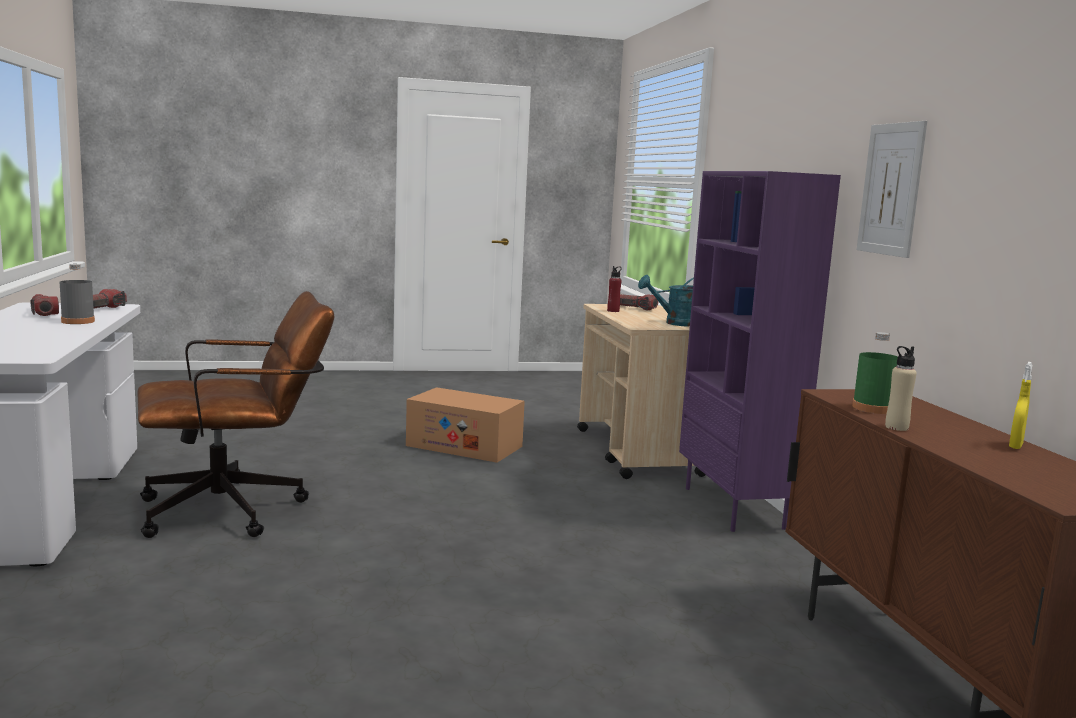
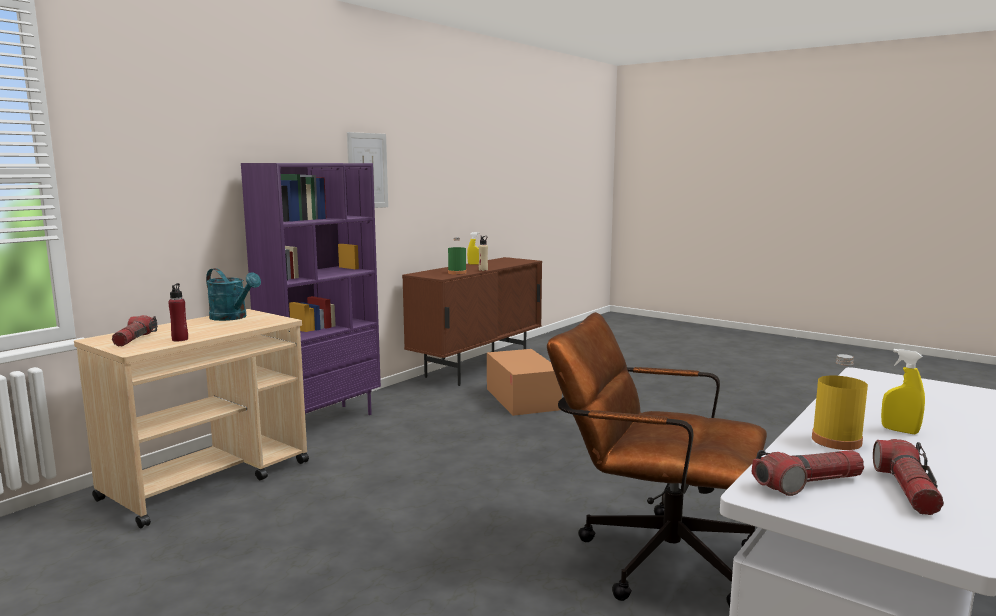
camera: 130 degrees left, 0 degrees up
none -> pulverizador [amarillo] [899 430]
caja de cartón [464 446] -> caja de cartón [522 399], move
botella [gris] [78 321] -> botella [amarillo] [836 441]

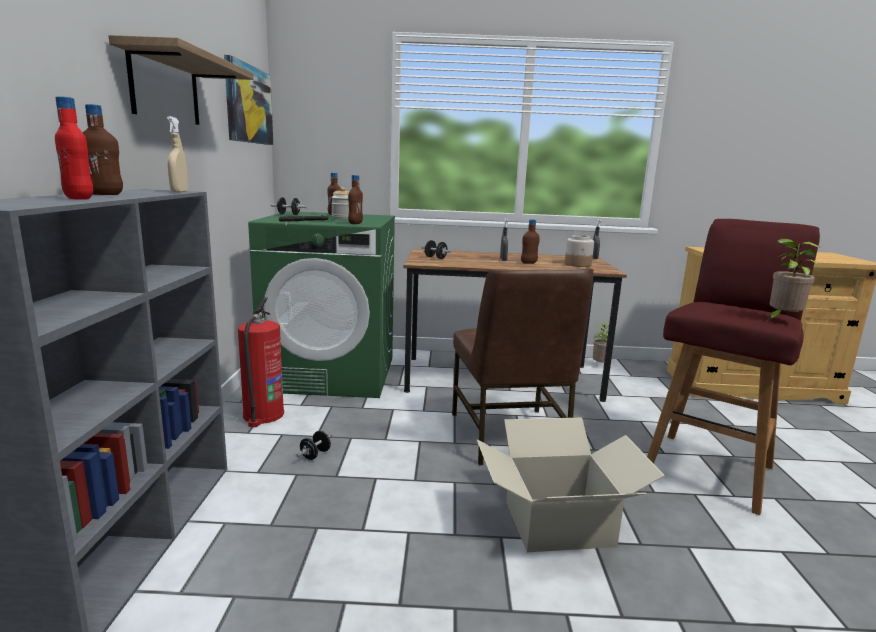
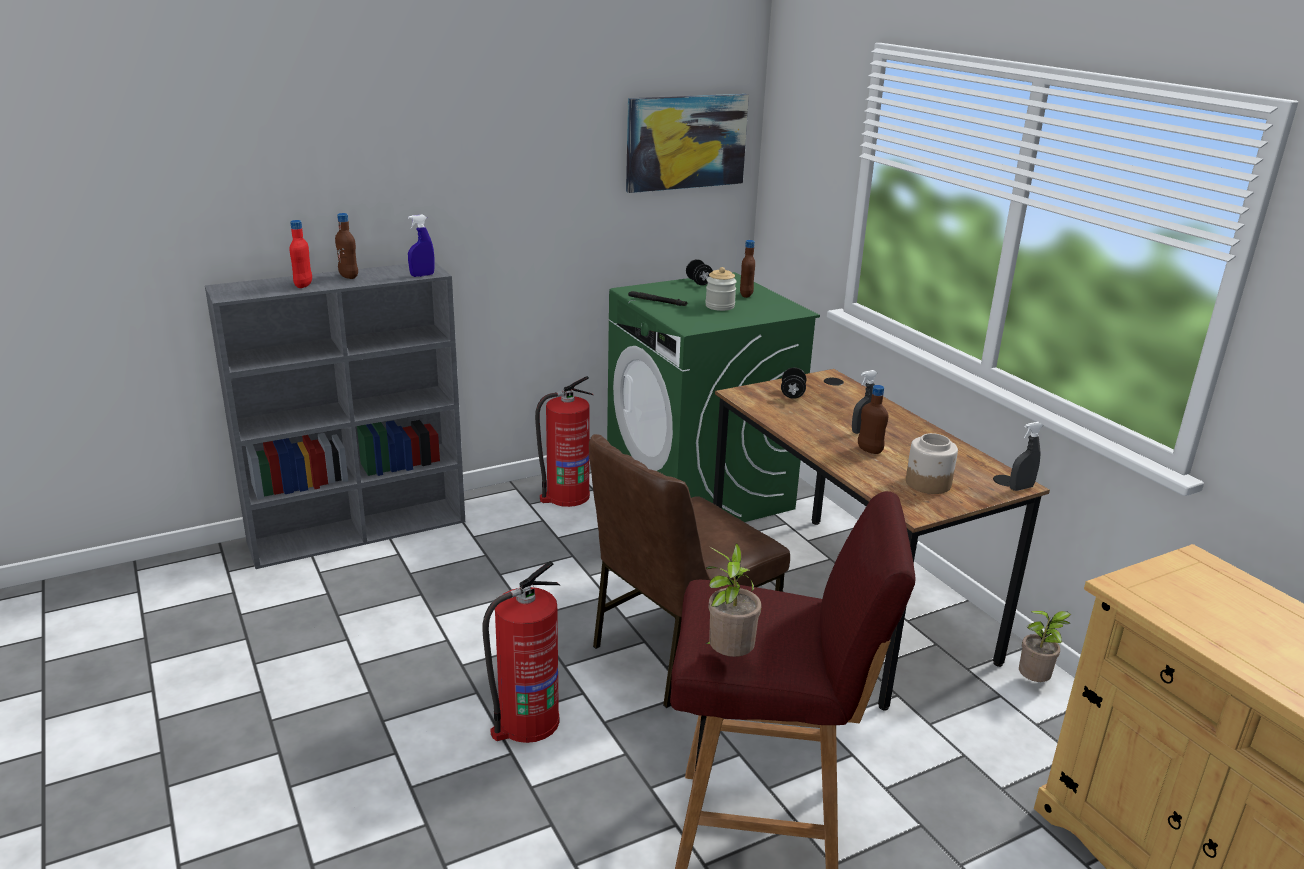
camera: 60 degrees right, 10 degrees up
estante [165 88] -> none
mancuerna [negro] [315 455] -> none
botella [marrón] [355 223] -> none
caja de cartón [557 522] -> extintor [526 722]
pulverizador [beis] [179 192] -> pulverizador [azul] [422 275]

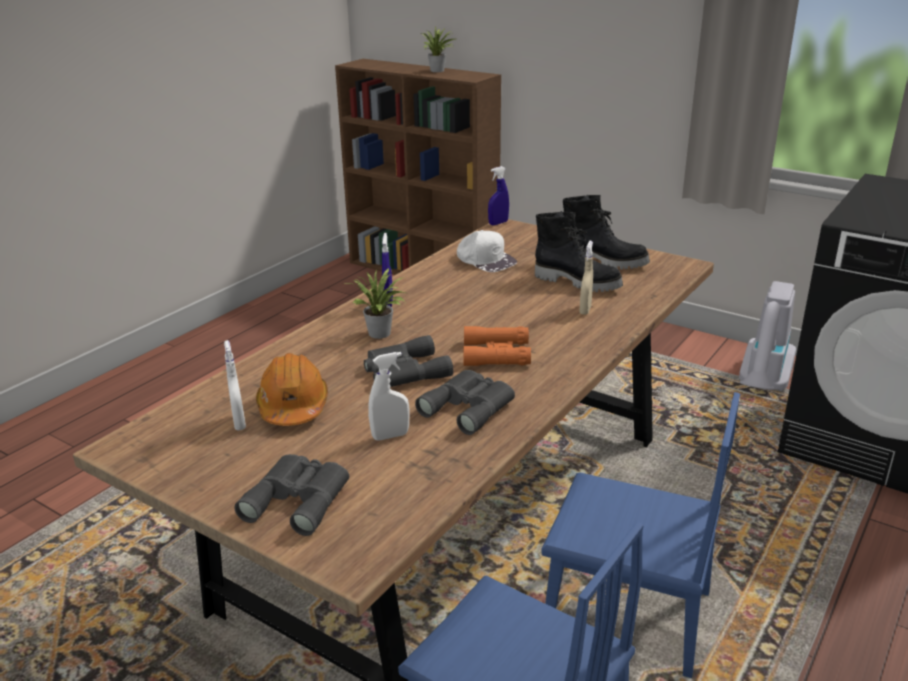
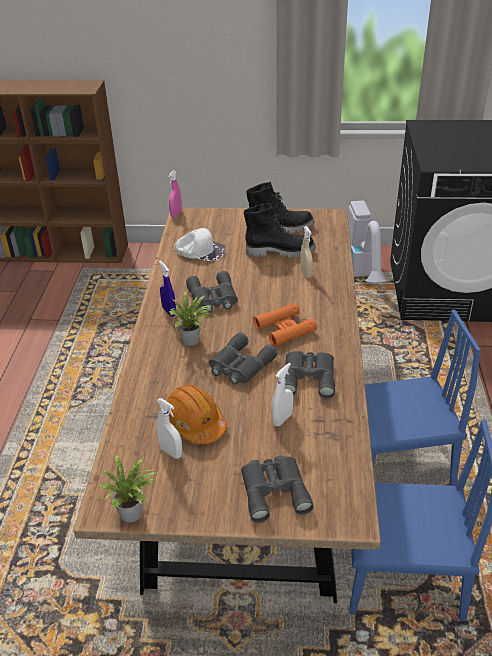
camera: 30 degrees left, 10 degrees up
none -> prismáticos [gris] [213 298]
planta en maceta [438 71] -> planta en maceta [134 514], move
pulverizador [azul] [498 223] -> pulverizador [rosa] [176 214]

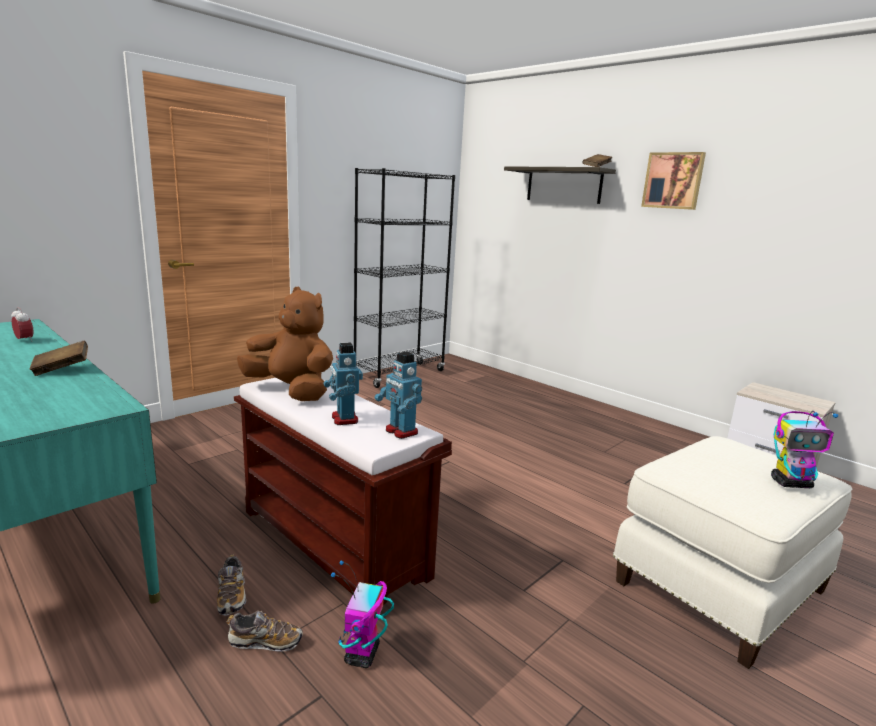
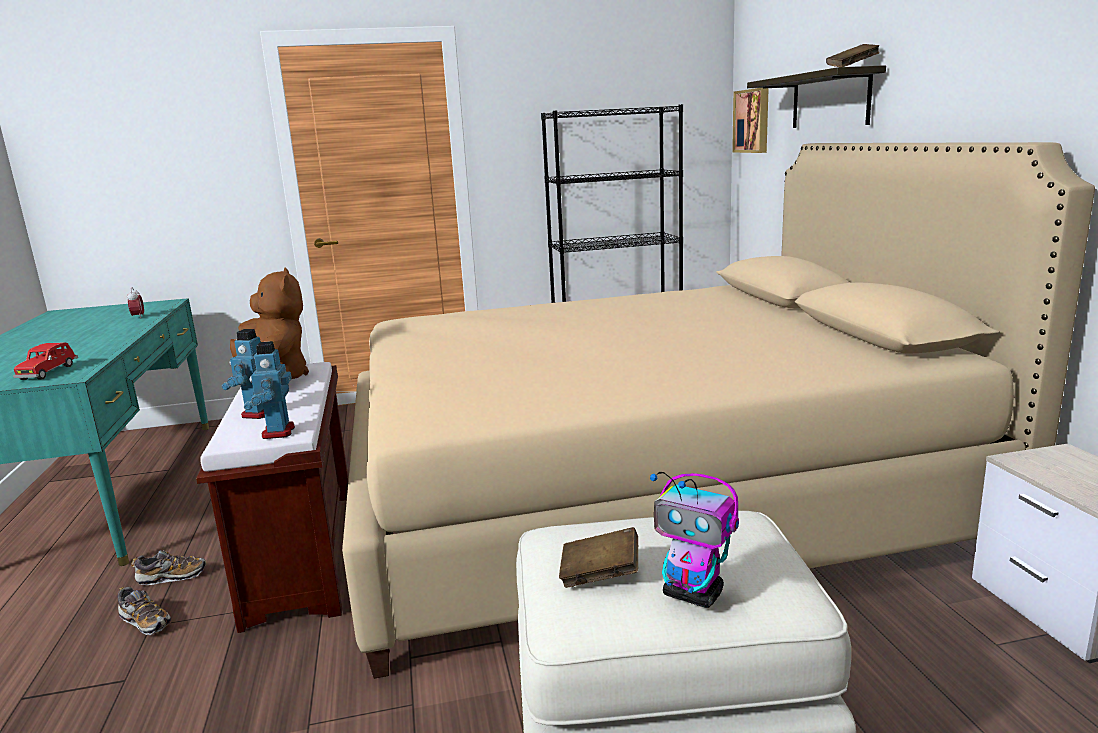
camera: 35 degrees right, 0 degrees up
robot de juguete [362 655] -> none
none -> coche de juguete [rojo] [48 372]
none -> cama [beis] [645 501]
libro [marrón] [62 370] -> libro [marrón] [600 575], move
cuadro [673 180] -> cuadro [753 121], move
zapato [232 596] -> zapato [172 577], 120 degrees counterclockwise

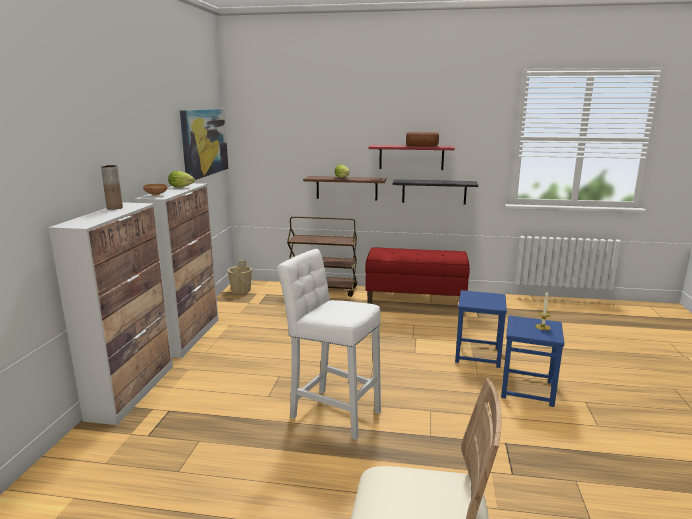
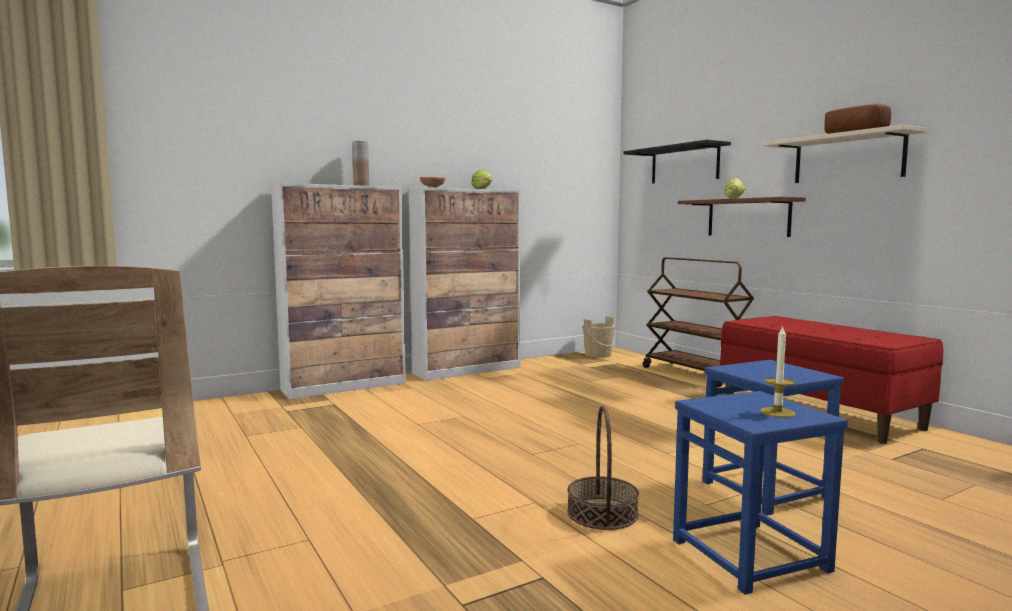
camera: 50 degrees right, 10 degrees down
cuadro [204 142] -> none
taburete [blanco] [332 412] -> none
none -> cesta [602 513]
estante [negro] [434 191] -> estante [negro] [684 164], move
estante [rojo] [411 157] -> estante [beis] [848 158]

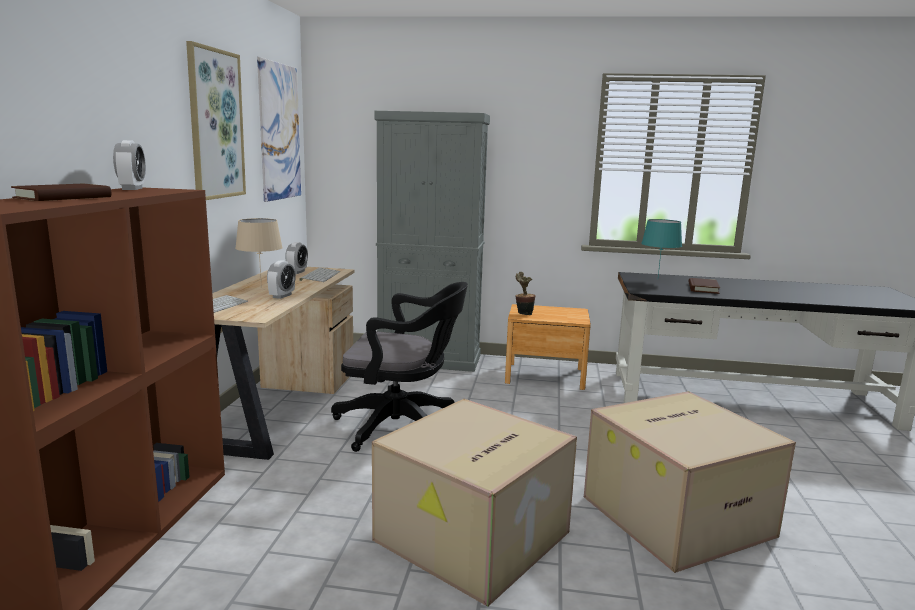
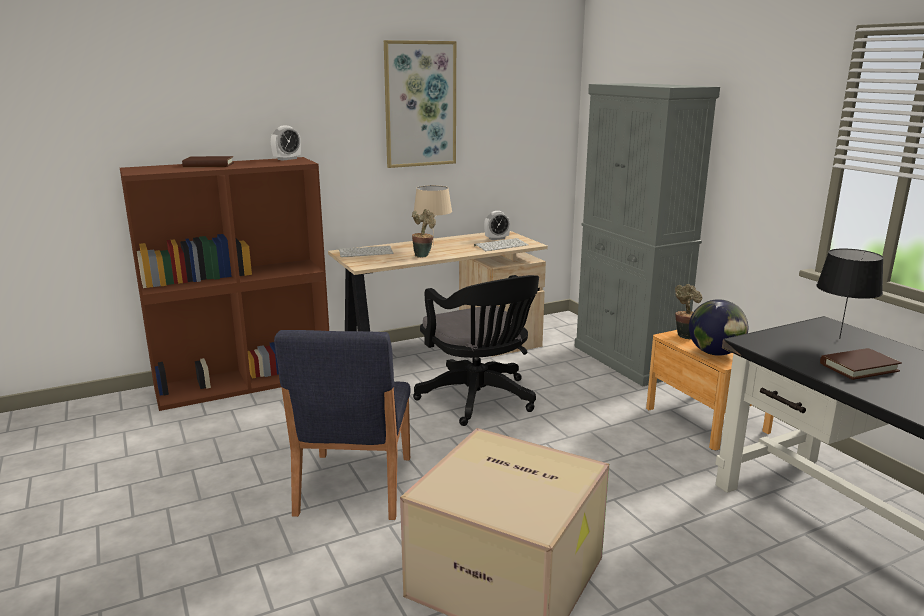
camera: 55 degrees right, 5 degrees up
cuadro [280 132] -> none
none -> globo terráqueo [715 353]
despertador [282 296] -> planta en maceta [423 255]
caja de cartón [472 538] -> silla [azul] [353 486]
lámpara de mesa [turquesa] [657 279] -> lámpara de mesa [negro] [839 339]

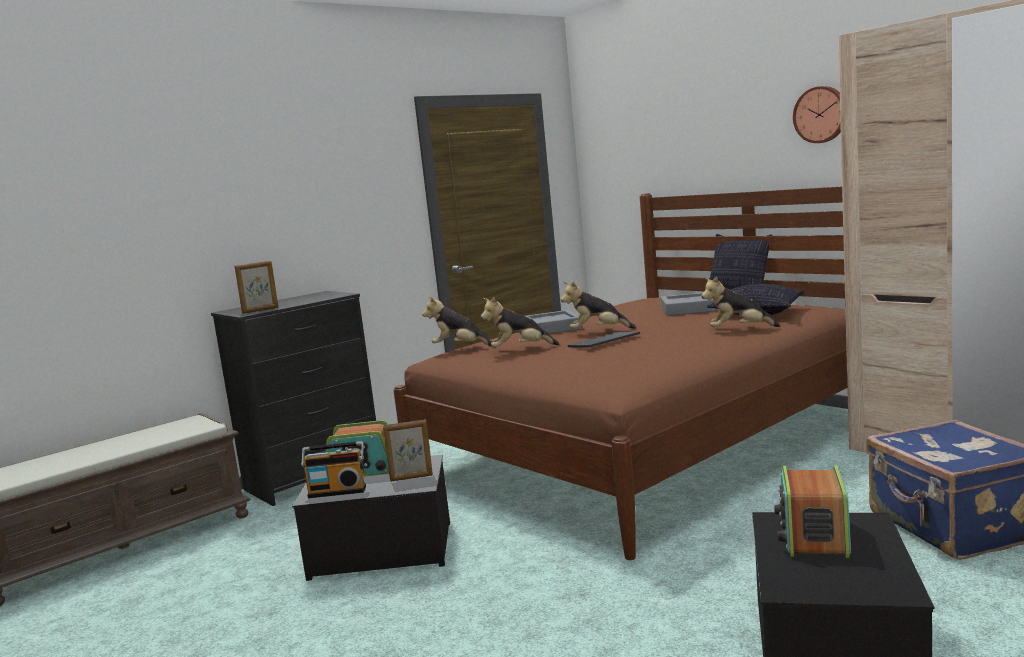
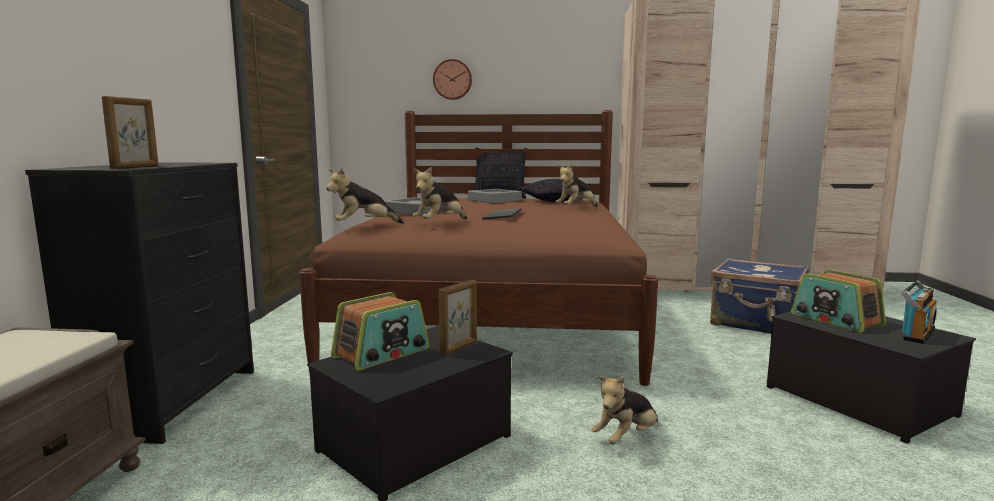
camera: 45 degrees left, 0 degrees up
radio [338 491] -> radio [915 334], move
peluche [597 332] -> peluche [626 437], move
reloj de pared [821 114] -> reloj de pared [452 79], move

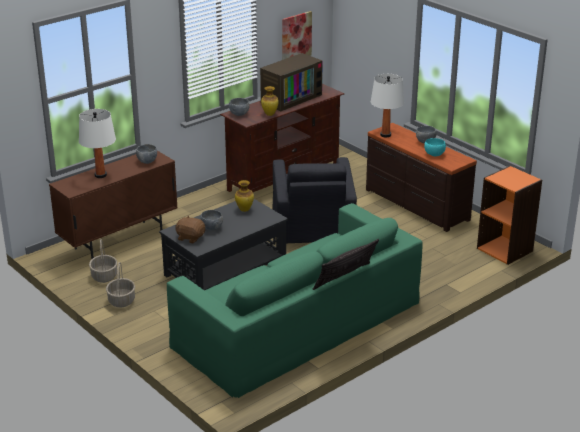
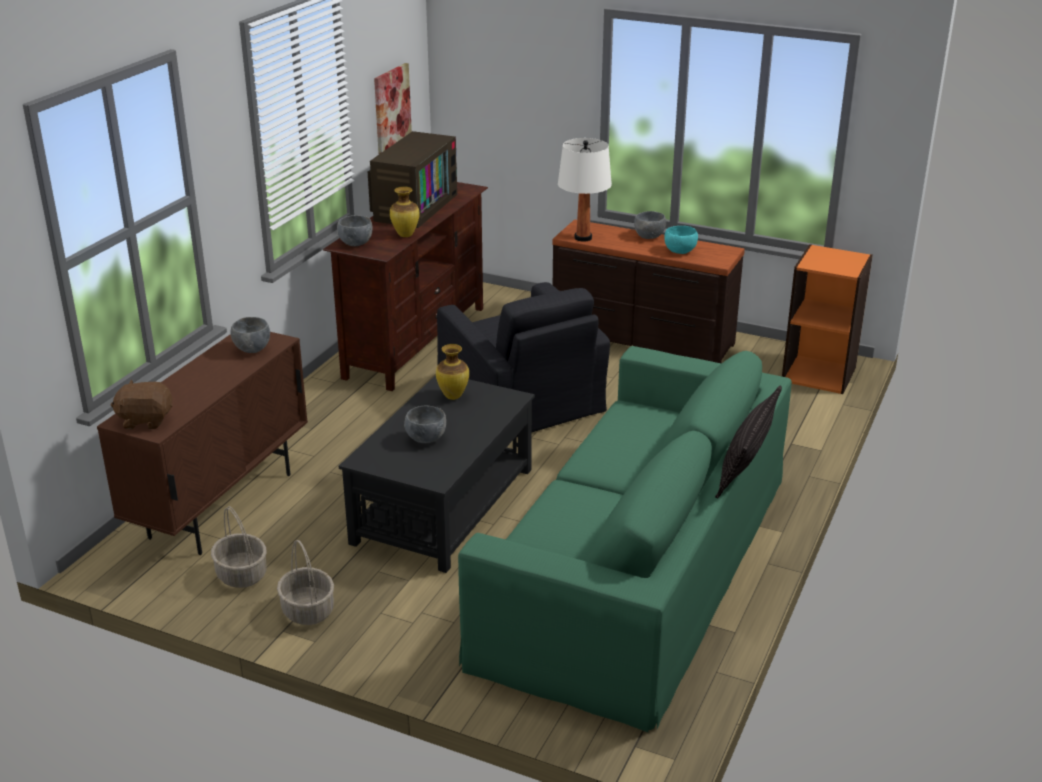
camera: 25 degrees left, 0 degrees up
lámpara de mesa [blanco] [100 175] -> none
peluche [marrón] [190 237] -> peluche [marrón] [146 420], move

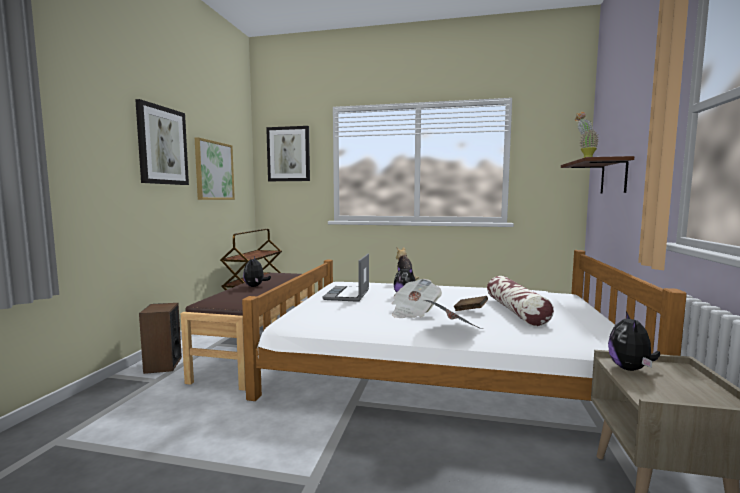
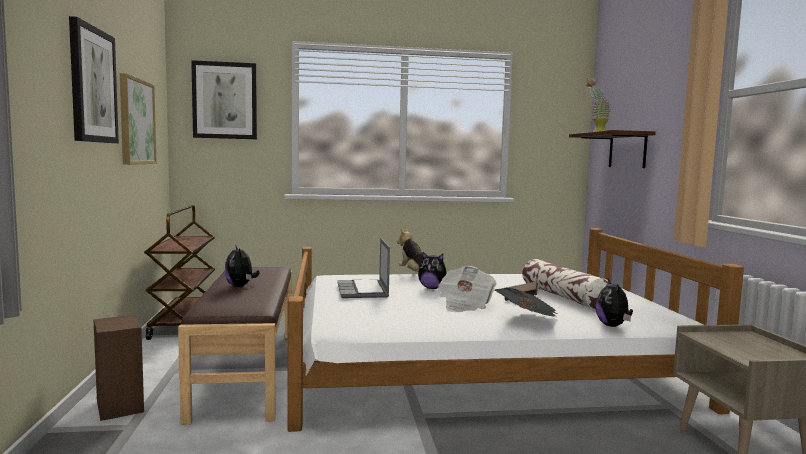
camera: 20 degrees left, 0 degrees up
peluche [630 369] -> peluche [613 326], move

